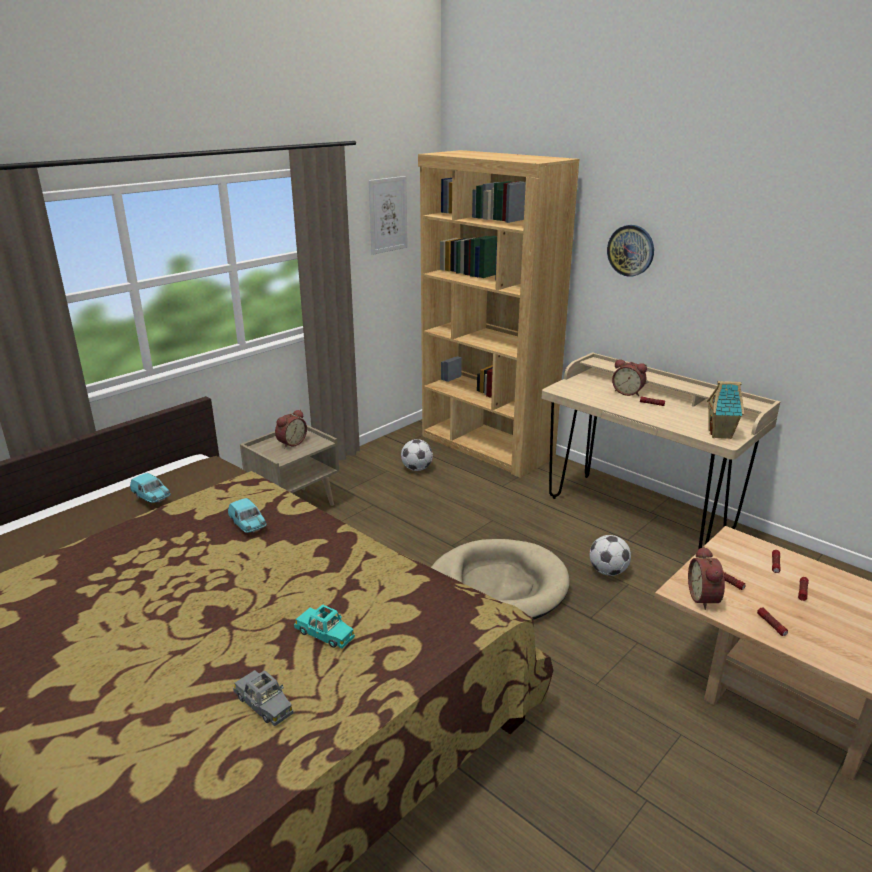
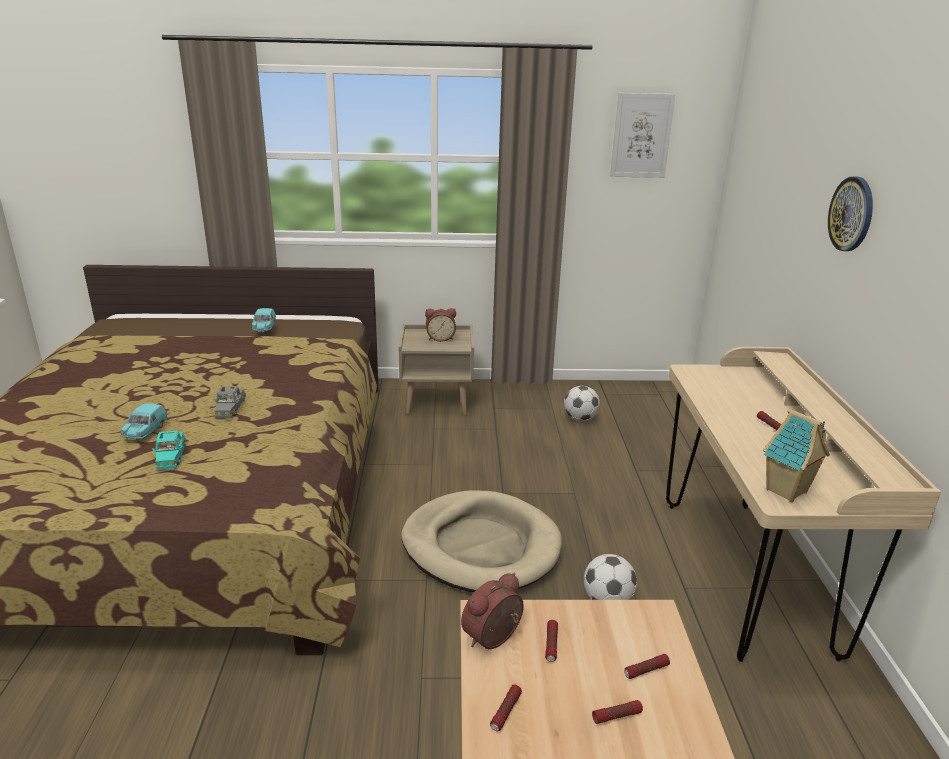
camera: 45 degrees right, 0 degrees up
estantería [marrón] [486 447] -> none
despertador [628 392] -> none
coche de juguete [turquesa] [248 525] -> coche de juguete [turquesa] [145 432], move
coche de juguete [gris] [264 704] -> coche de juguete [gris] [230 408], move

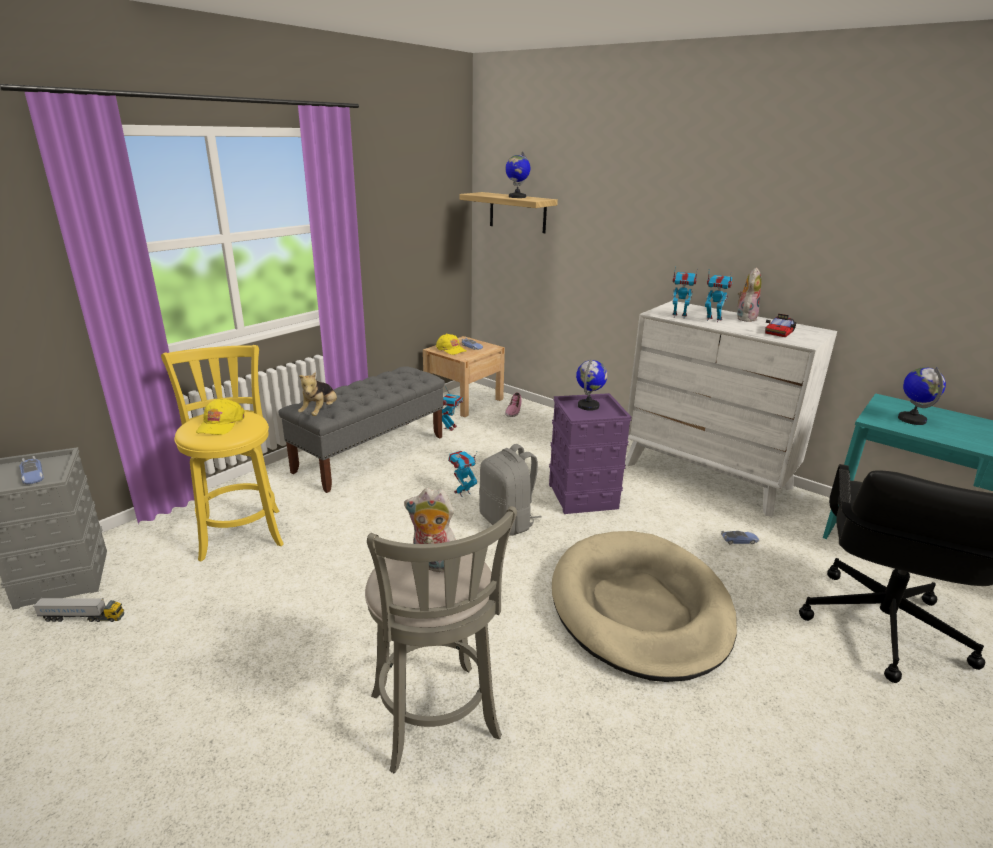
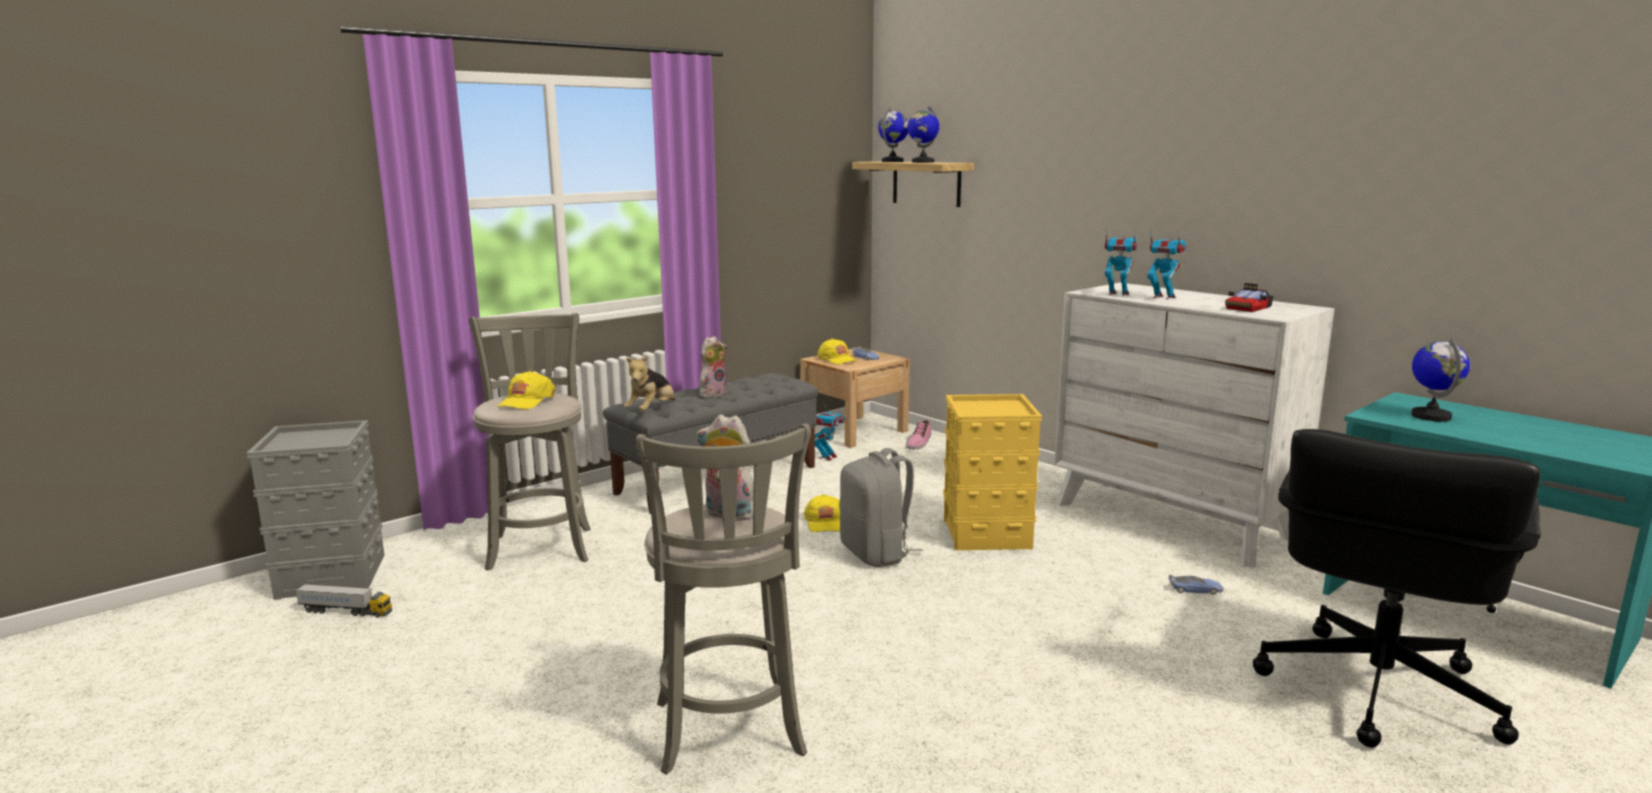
camera: 10 degrees right, 10 degrees down
coche de juguete [33 475] -> none
cama para perro [beis] [640 608] -> none
globo terráqueo [588 406] -> globo terráqueo [893 161], move
peluche [745 318] -> peluche [713 394], move
robot de juguete [462 492] -> gorra [amarillo] [825 522]
taburete [amarillo] [241 531] -> taburete [gris] [541 546]
caja de almacenaje [morado] [583 497] -> caja de almacenaje [amarillo] [987 534]

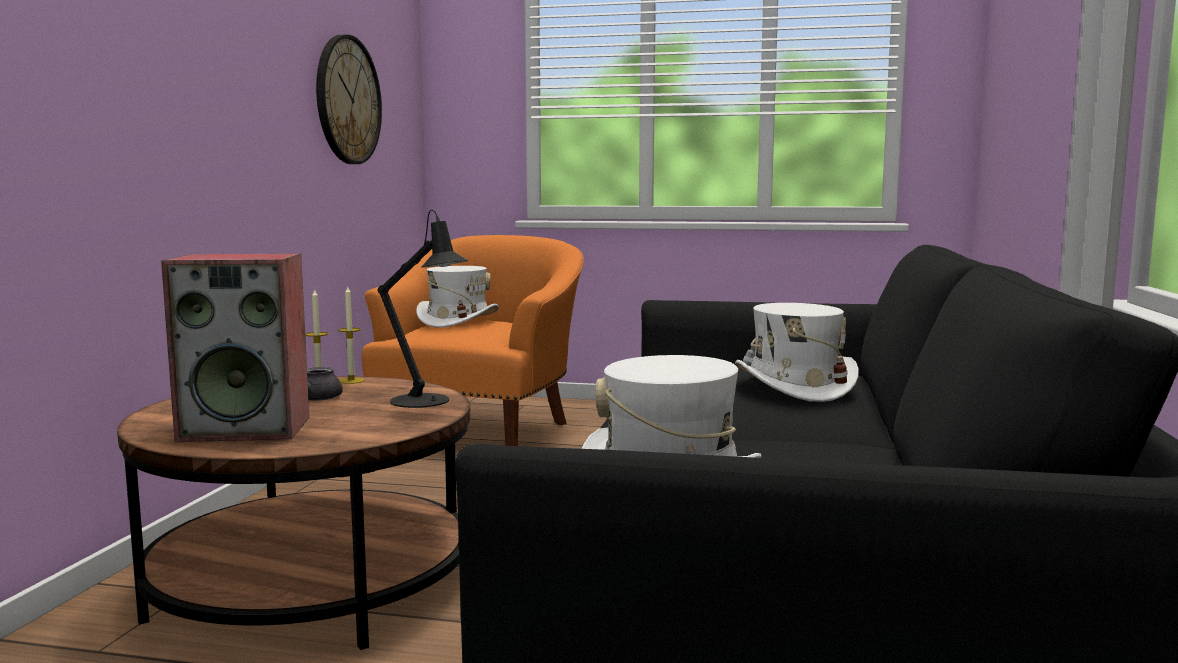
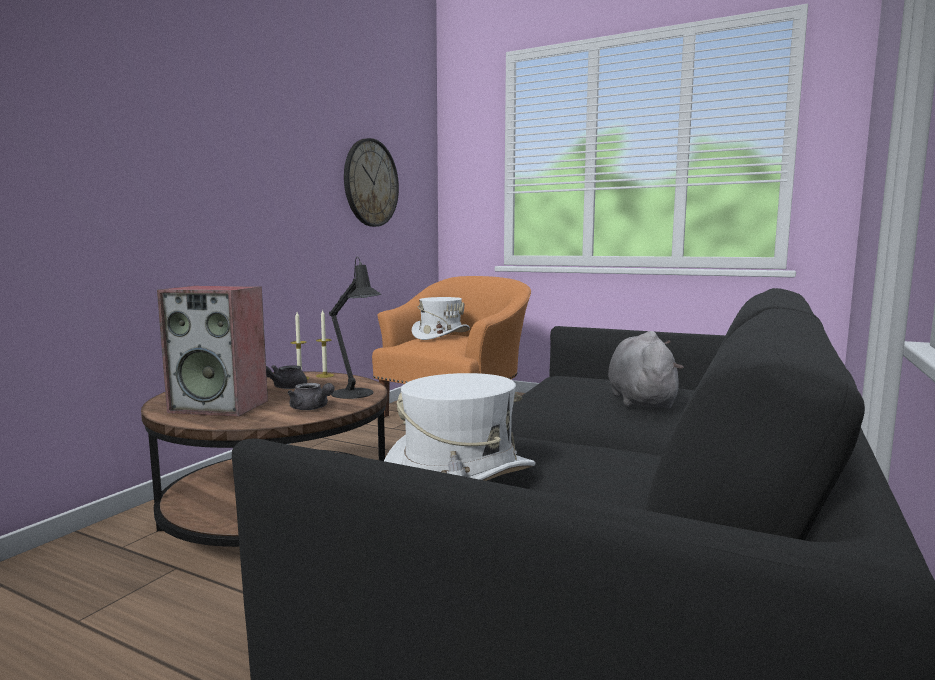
camera: 15 degrees right, 0 degrees up
none -> tetera [gris] [311 408]
sombrero [blanco] [794 386] -> peluche [gris] [640 400]

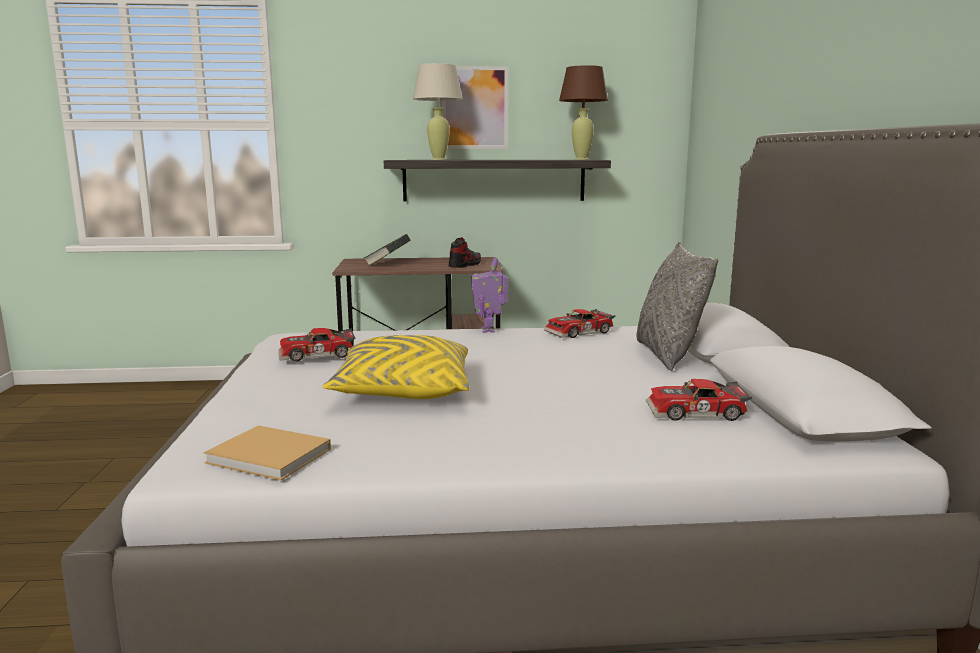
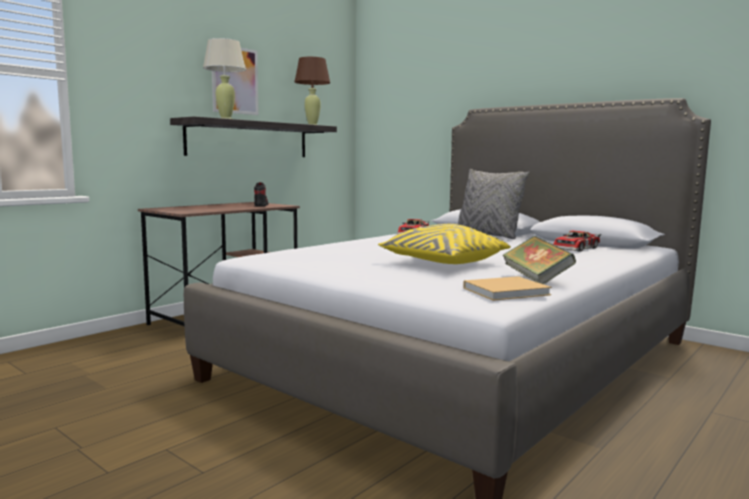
camera: 45 degrees left, 5 degrees down
coche de juguete [317 355] -> none
robot de juguete [489 330] -> none
libro [387 264] -> libro [536 279], move

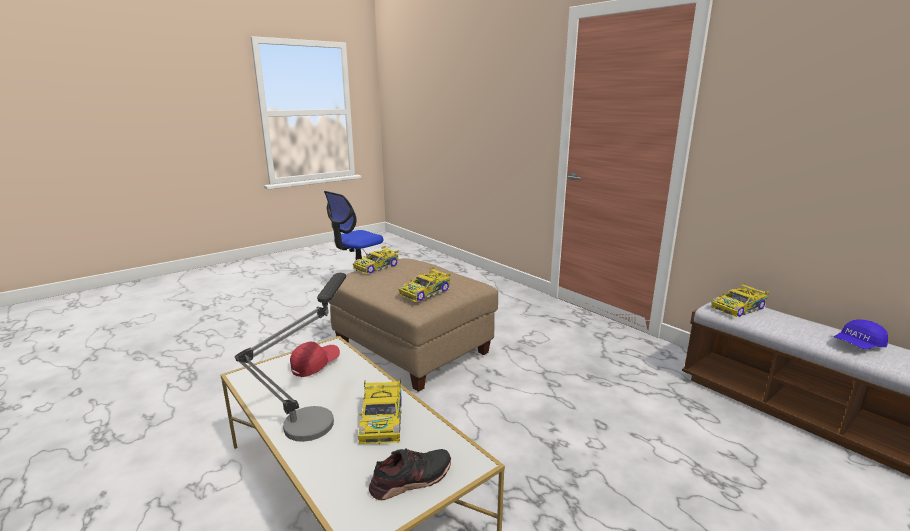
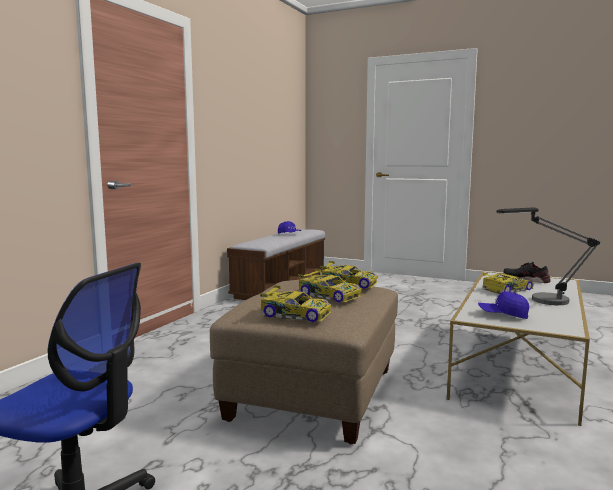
camera: 115 degrees left, 10 degrees down
coche de juguete [739 307] -> coche de juguete [328 295], move
gorra [rojo] [315 365] -> gorra [azul] [503 315]

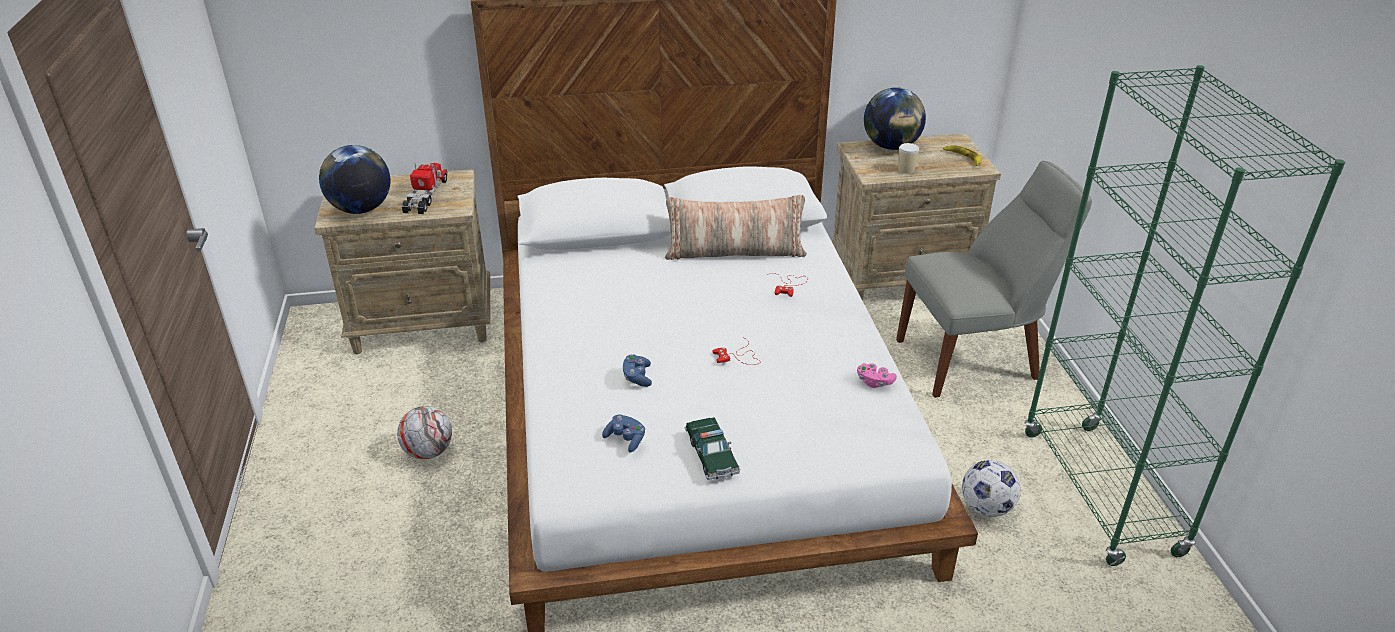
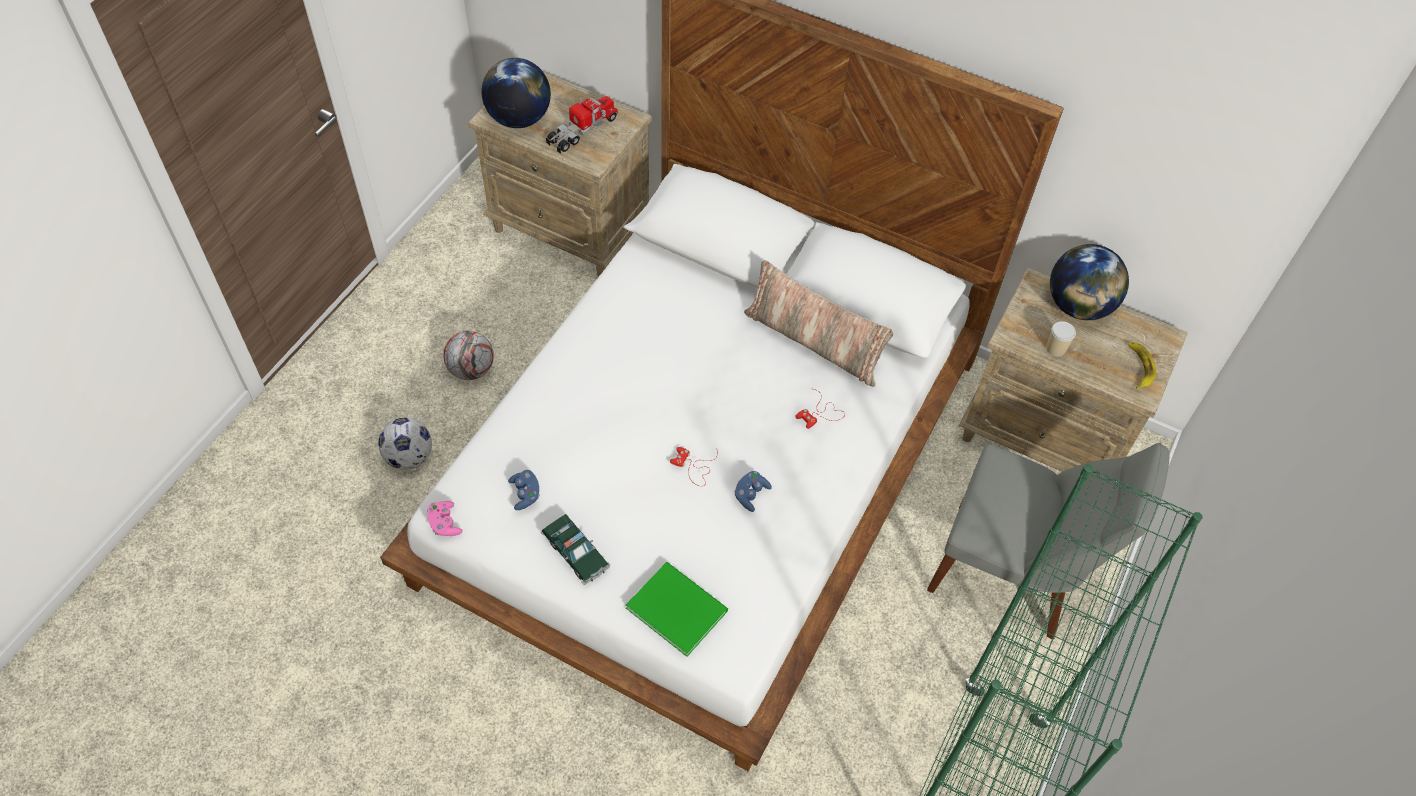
camera: 35 degrees right, 20 degrees up
none -> libro [verde] [676 606]
mando de consola [azul] [637 377] -> mando de consola [azul] [750 494], move
mando de consola [rosa] [874 382] -> mando de consola [rosa] [445 523], move
balón de fútbol [986 508] -> balón de fútbol [409 457], move
coche de juguete [711 455] -> coche de juguete [575 553], 60 degrees counterclockwise

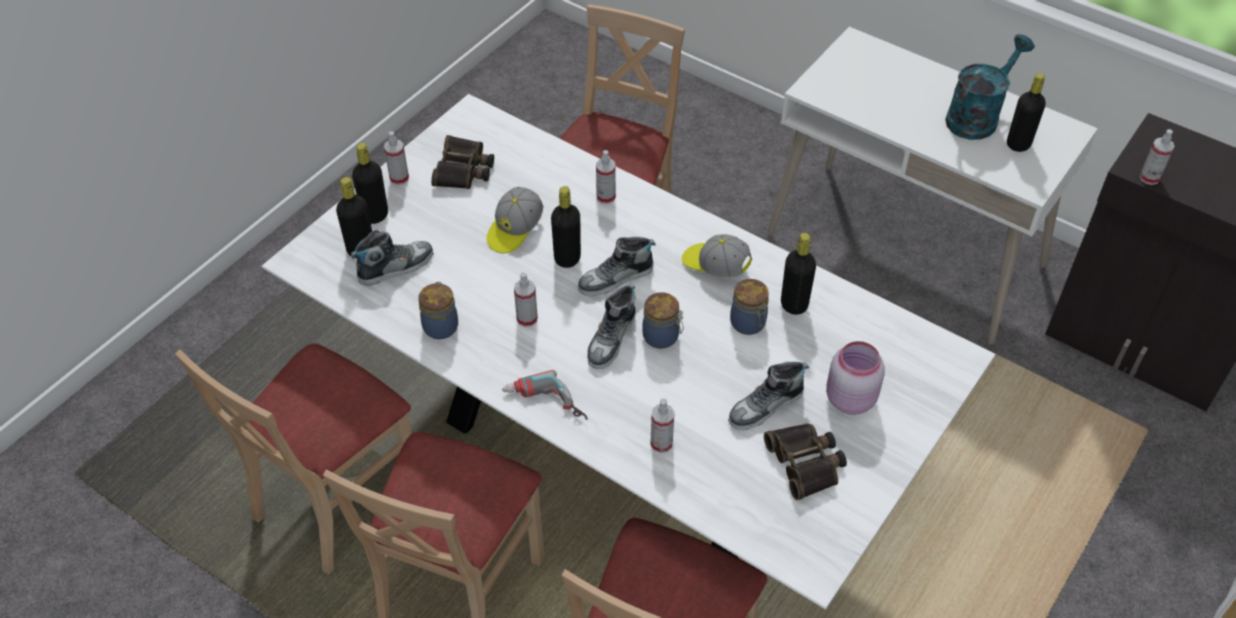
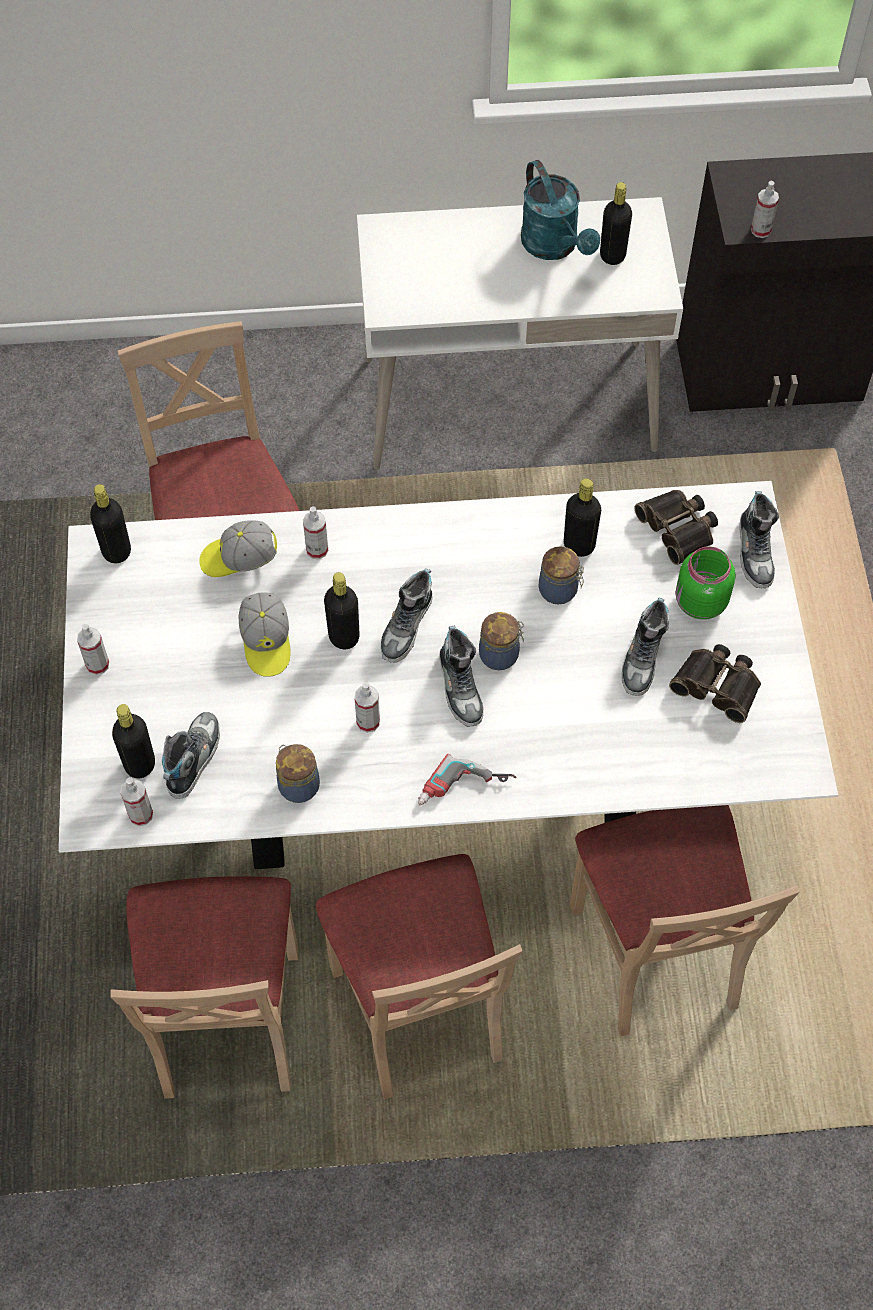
camera: 40 degrees left, 10 degrees up
none -> zapato [755 552]
botella [negro] [375 215] -> botella [negro] [116 551], move
prismáticos [464 170] -> prismáticos [679 528], move
pulverizador [661 443] -> pulverizador [141 815], move
gorra [715 266] -> gorra [239 558], move
tarro [rosa] [848 398] -> tarro [verde] [699 603]
regadera [turquesa] [977 116] -> regadera [turquesa] [555 247], 150 degrees clockwise

